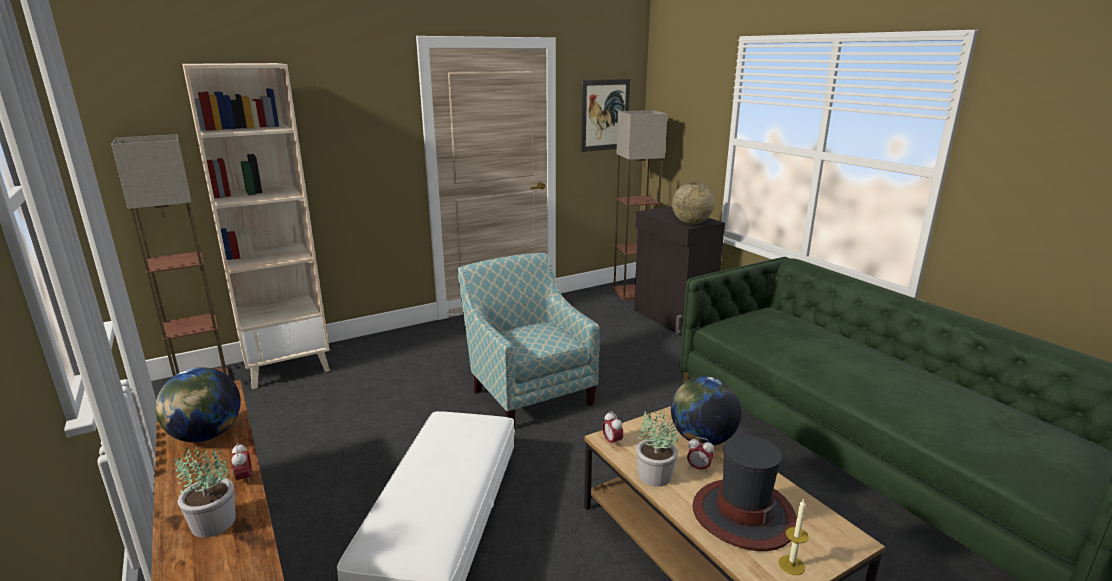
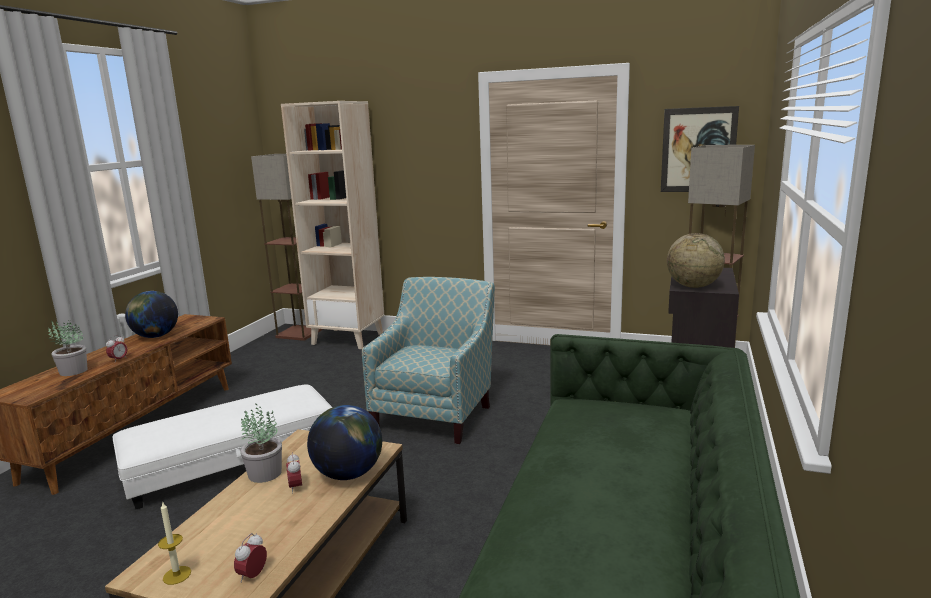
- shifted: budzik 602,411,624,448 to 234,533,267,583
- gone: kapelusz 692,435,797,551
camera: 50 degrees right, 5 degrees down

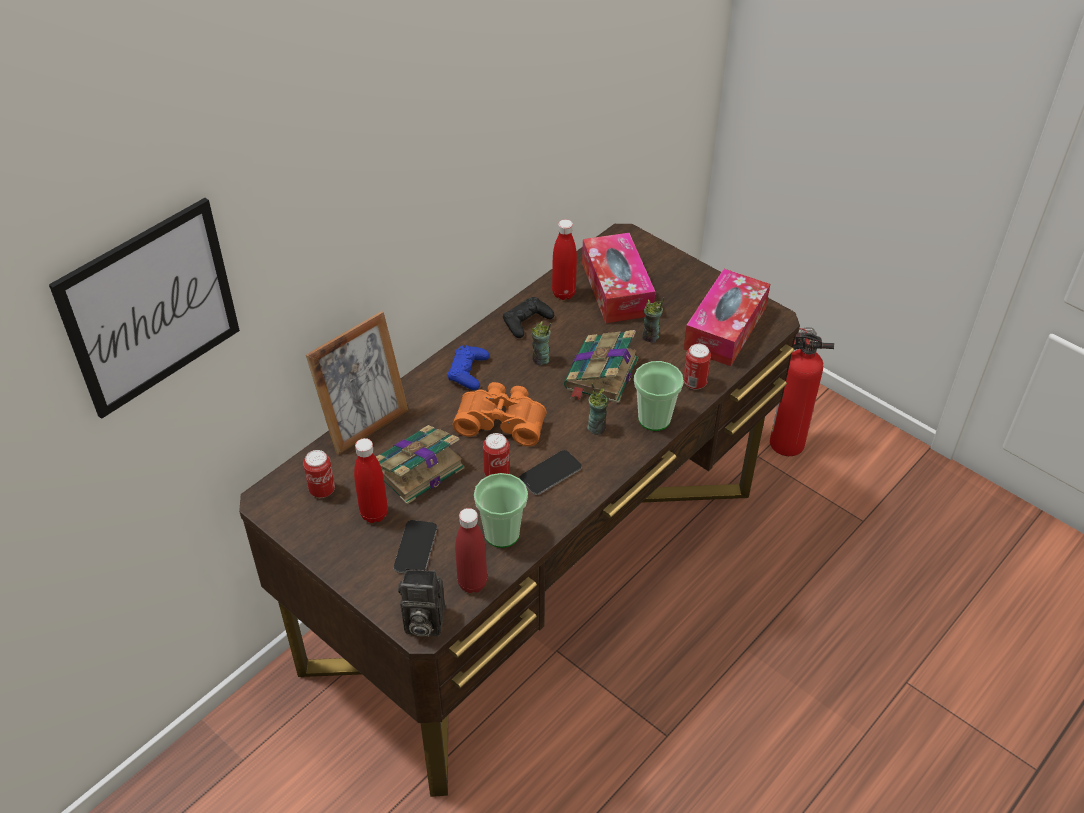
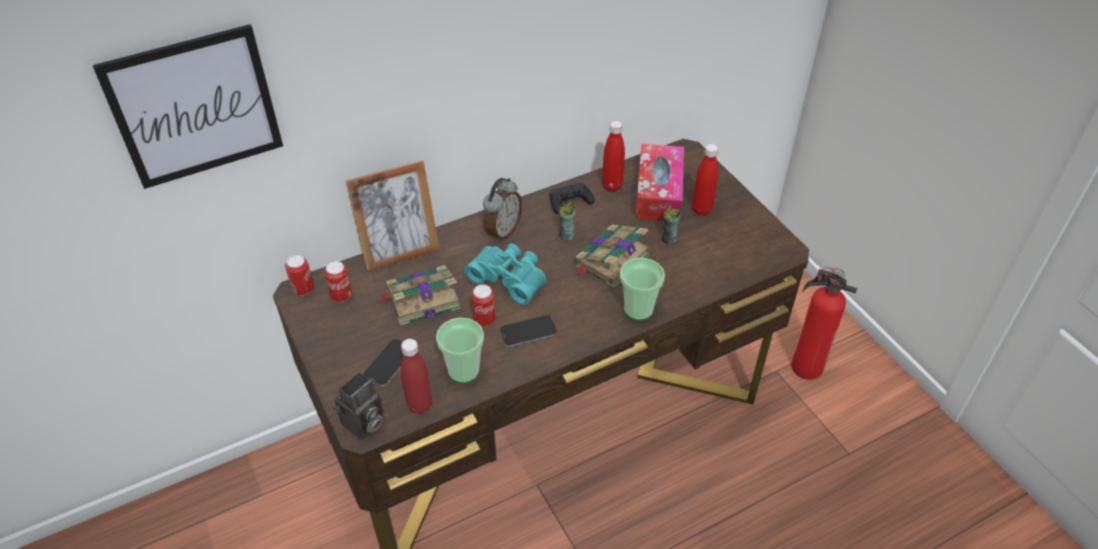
- shifted: butelka [czerwony] 354,438,388,523 to 692,144,719,215
- rotated: aparat fotograficzny 398,569,445,637 = 333,372,384,440 75 degrees counterclockwise
- swapped: pad do gier [niebieski] 447,345,490,390 to budzik 483,178,522,242
- repainted: lornetka [pomarańczowy] 453,382,546,446 to lornetka [turkusowy] 465,244,546,305
- gone: filiżanka 587,383,608,435
- gone: pudełko chusteczek 683,269,770,366
- shifted: puszka 683,344,711,390 to 285,254,314,296
camera: 20 degrees right, 0 degrees up

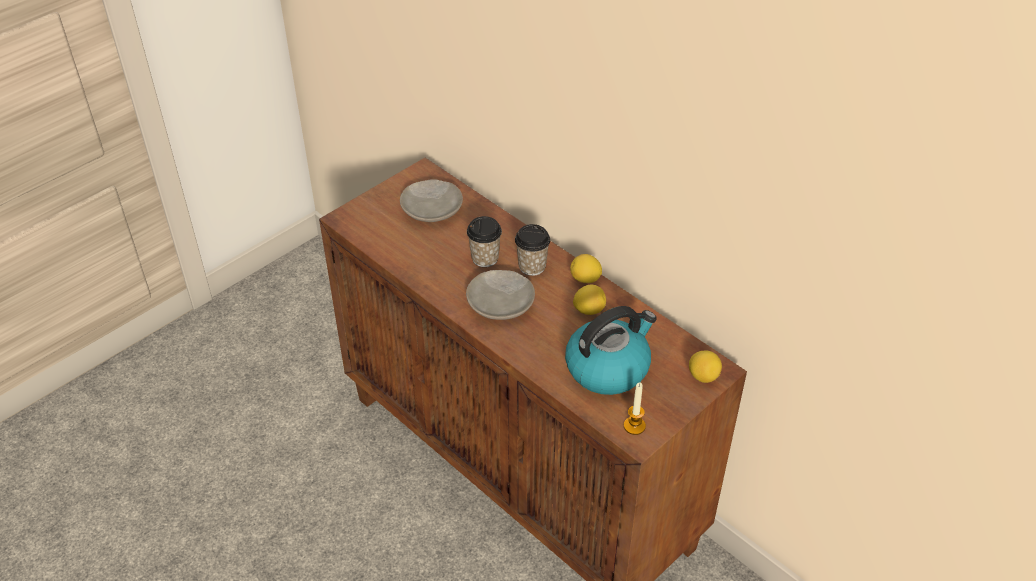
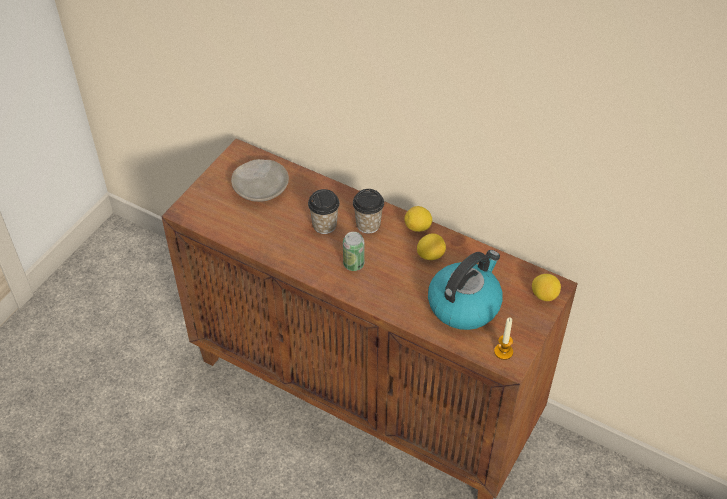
- swapped: talerz [beżowy] 466,270,535,320 to puszka 343,232,364,271
camera: 15 degrees left, 5 degrees up

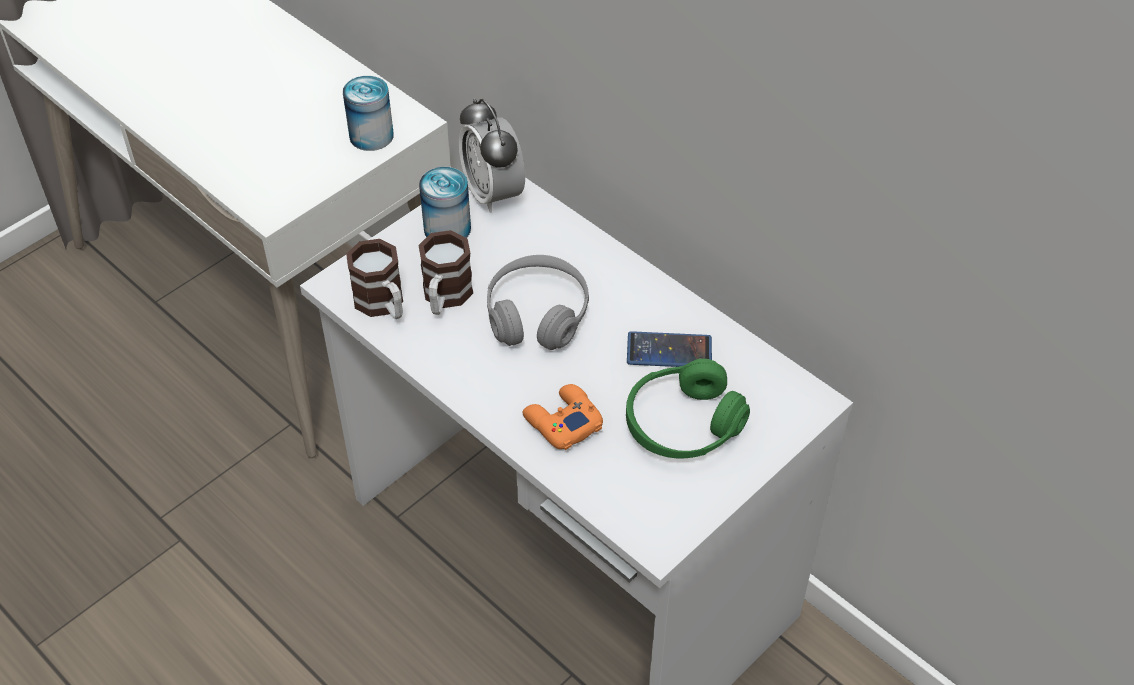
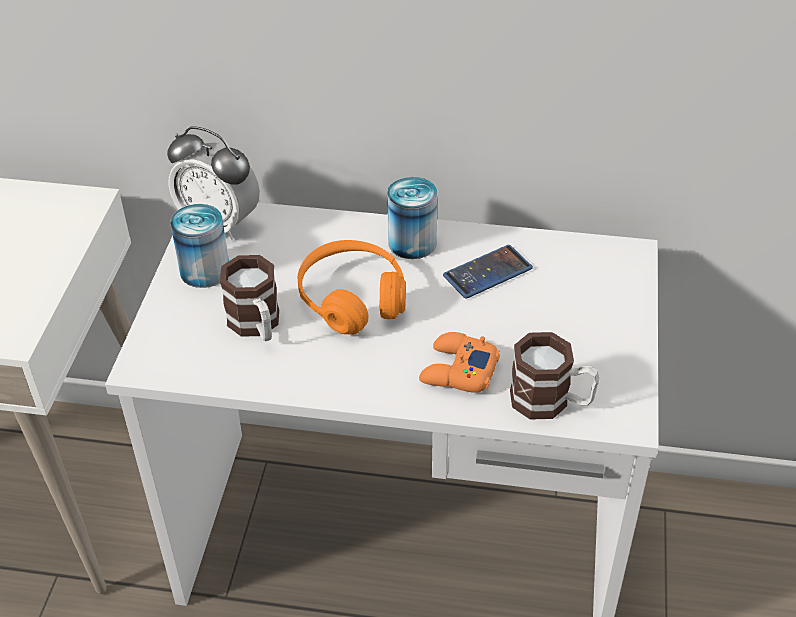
- shifted: puszka 343,76,394,151 to 387,177,438,259
- shifted: kubek 346,239,403,319 to 510,332,600,420
- repainted: słuchawki [szary] 487,255,589,350 to słuchawki [pomarańczowy] 298,240,406,335
- gone: słuchawki [zielony] 626,359,750,458
camera: 35 degrees left, 5 degrees down

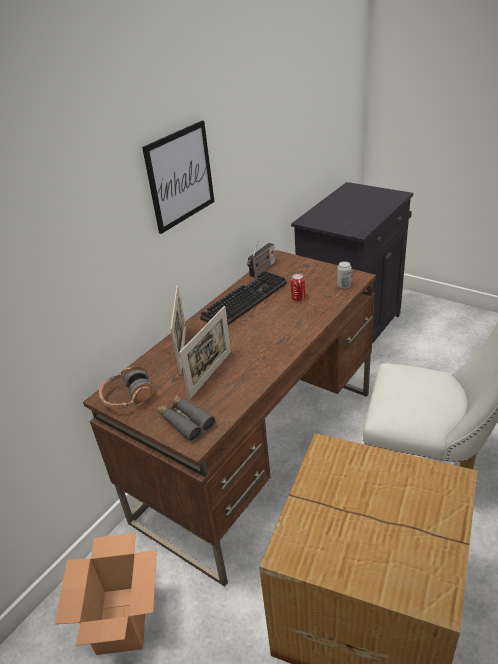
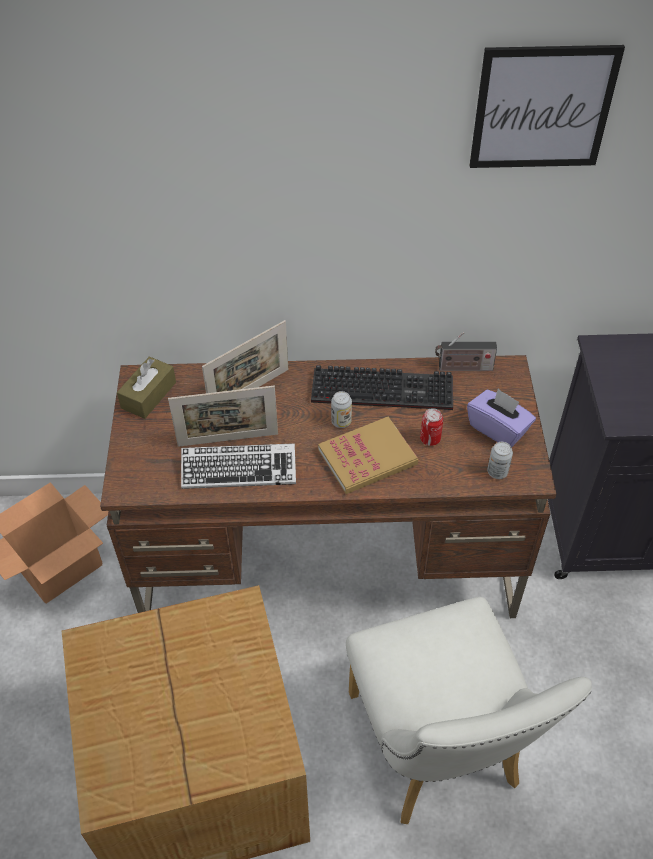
- swapped: słuchawki 99,367,155,409 to pudełko chusteczek [brązowy] 117,356,176,419
- shifted: obraz 142,121,215,234 to 470,45,625,168
- gone: lornetka [szary] 157,395,215,442
- new: klawiatura 181,443,296,489
- new: książka 318,417,418,494
- new: puszka 331,391,352,428
- new: pudełko chusteczek [fioletowy] 467,388,536,448
camera: 50 degrees right, 15 degrees up

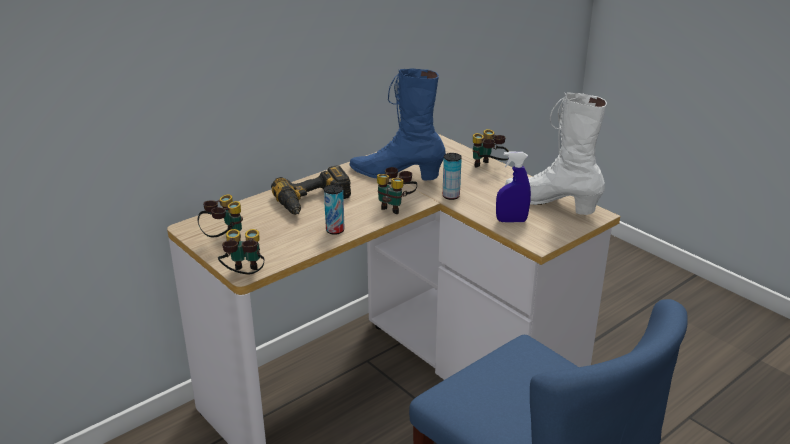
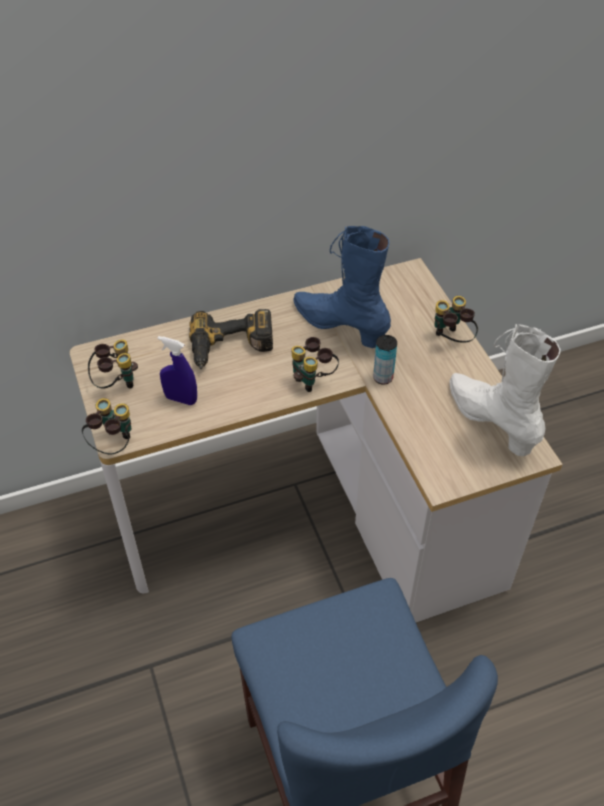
- gone: puszka 324,184,345,235
- shifted: spryskiwacz [niebieski] 496,151,531,222 to 158,336,197,405
camera: 20 degrees right, 20 degrees up

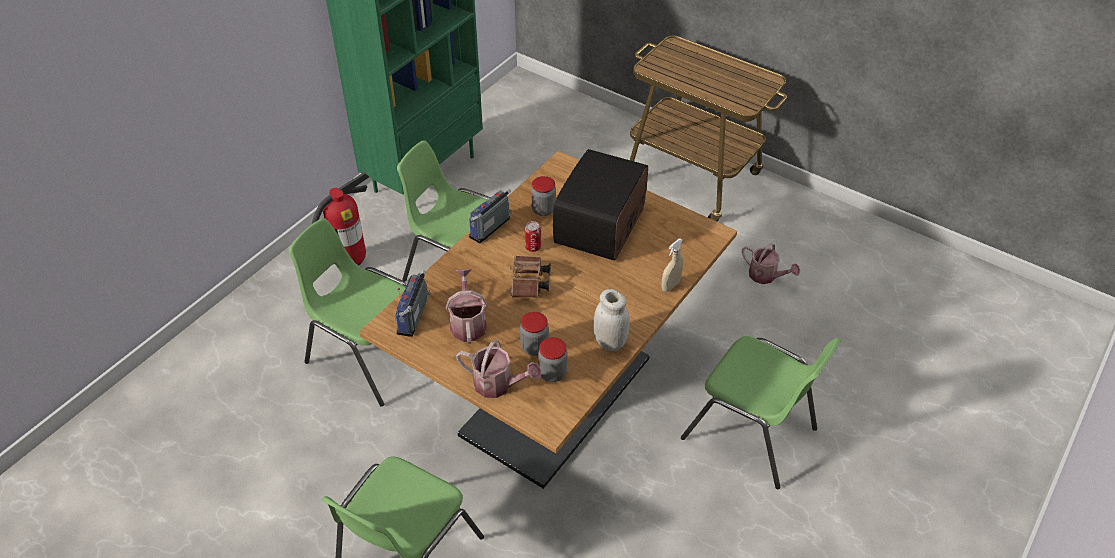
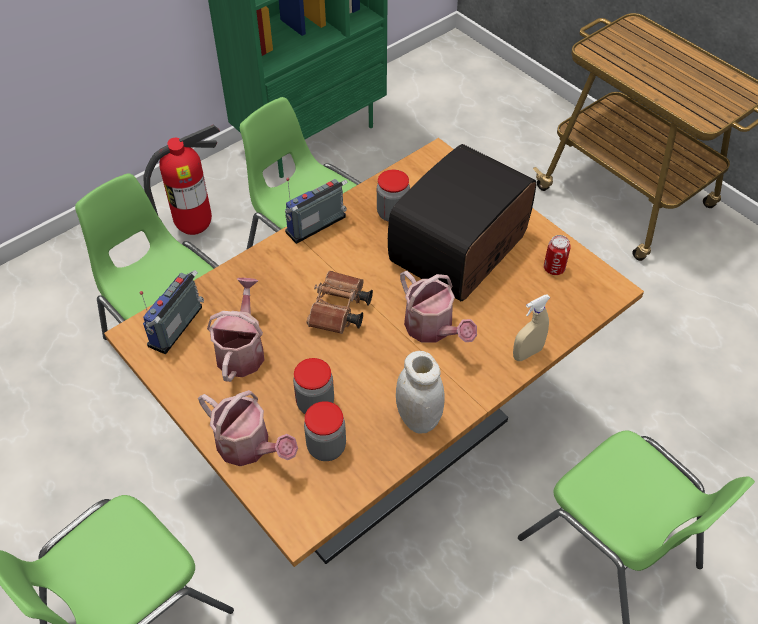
- shifted: puszka 525,221,541,252 to 544,235,571,275
- shifted: konewka 742,243,800,284 to 400,271,477,343
camera: 15 degrees right, 5 degrees up

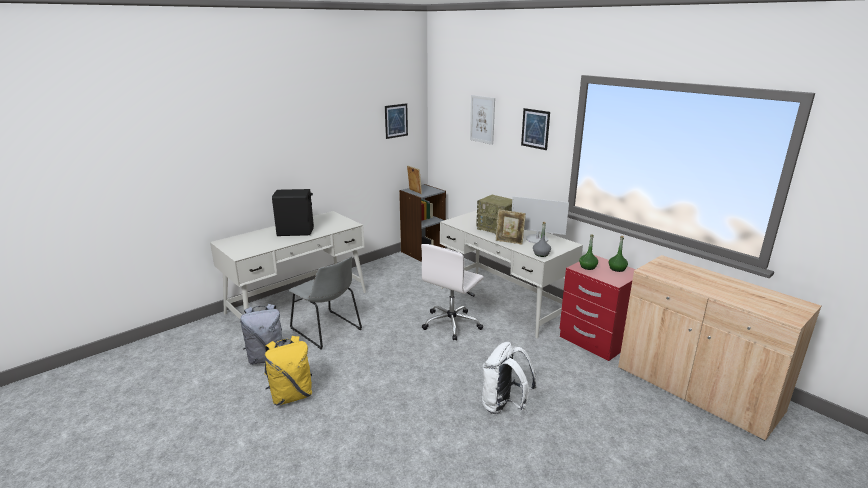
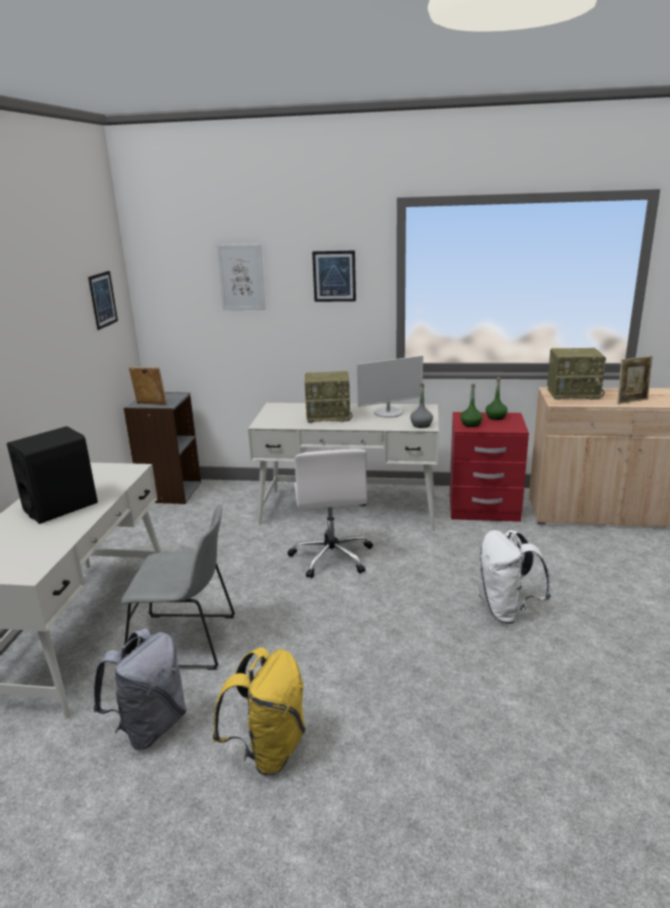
- shifted: ramka na zdjęcie 496,210,526,244 to 617,356,653,404
- new: radio 547,348,606,400
camera: 40 degrees left, 0 degrees up

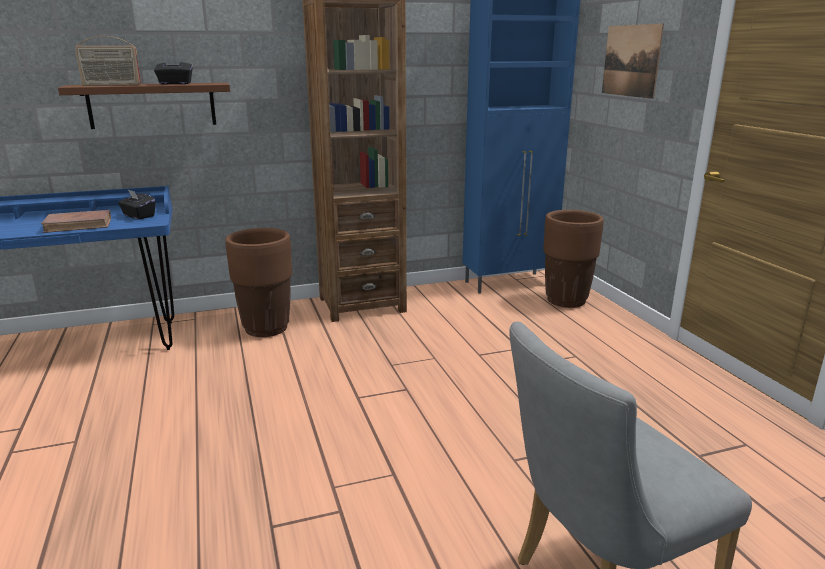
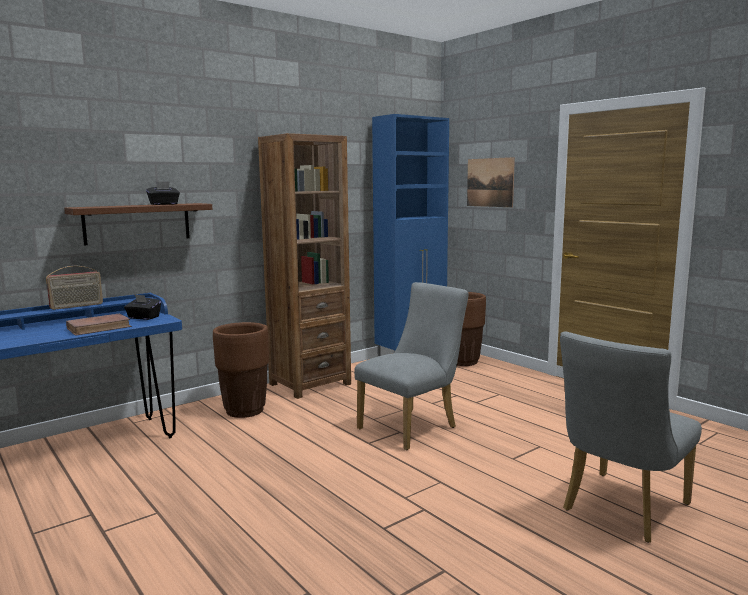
- shifted: radio 75,36,141,86 to 46,266,103,310
- new: krzesło [szary] 354,282,469,450
camera: 20 degrees left, 10 degrees down

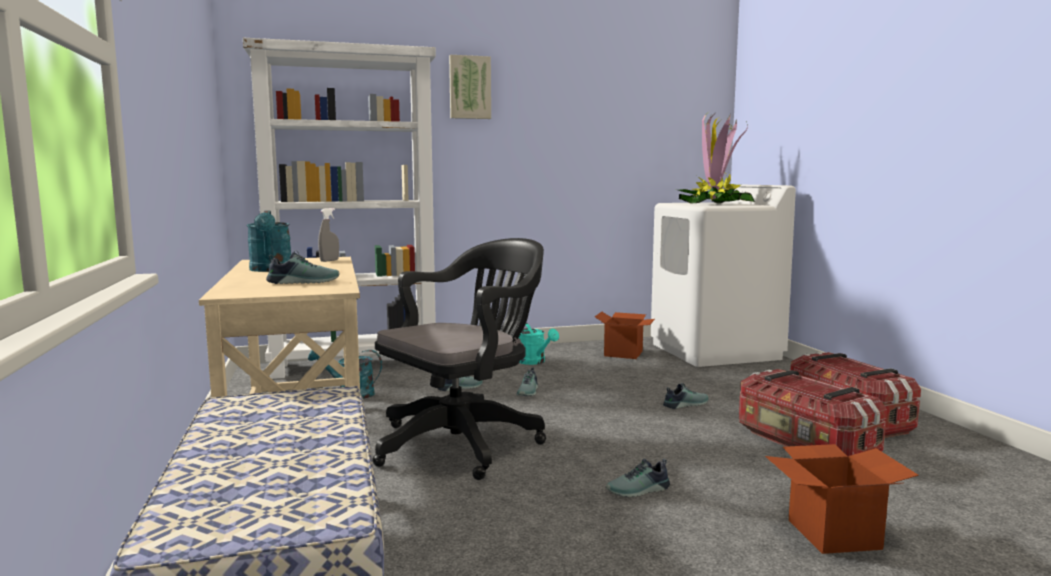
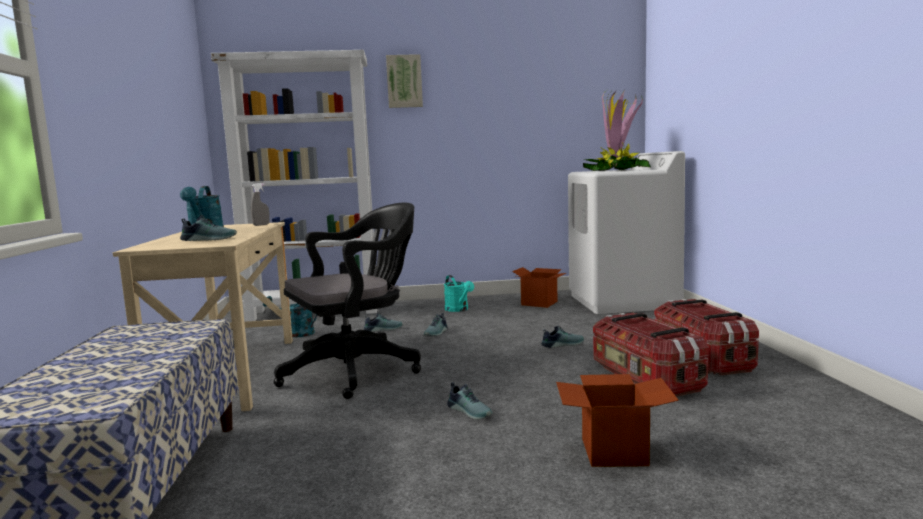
- rotated: but 606,459,670,497 = 447,382,493,420 120 degrees counterclockwise
camera: 10 degrees right, 0 degrees up

